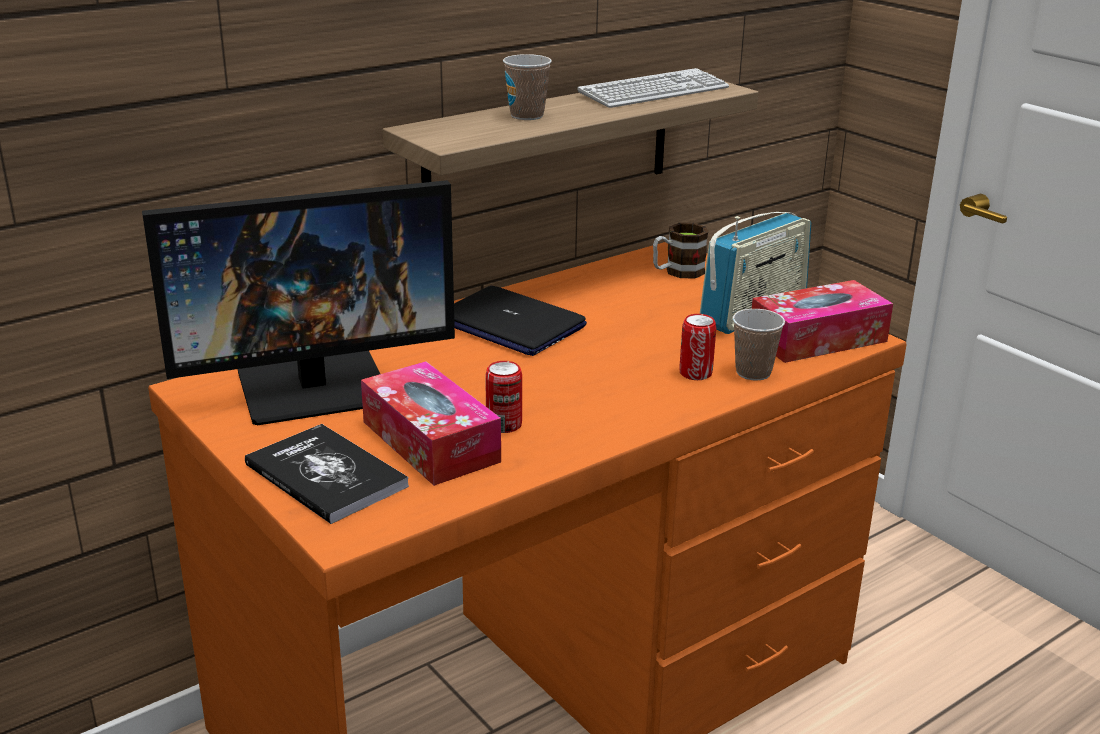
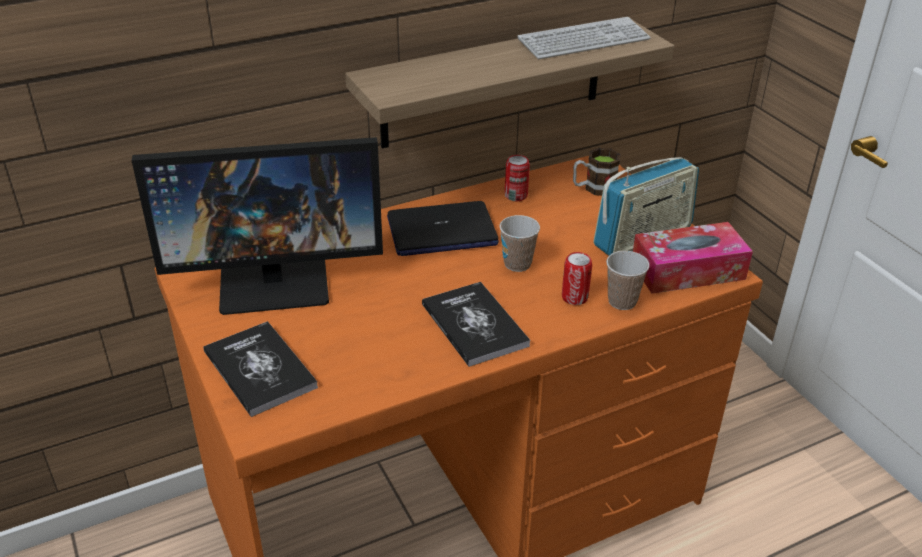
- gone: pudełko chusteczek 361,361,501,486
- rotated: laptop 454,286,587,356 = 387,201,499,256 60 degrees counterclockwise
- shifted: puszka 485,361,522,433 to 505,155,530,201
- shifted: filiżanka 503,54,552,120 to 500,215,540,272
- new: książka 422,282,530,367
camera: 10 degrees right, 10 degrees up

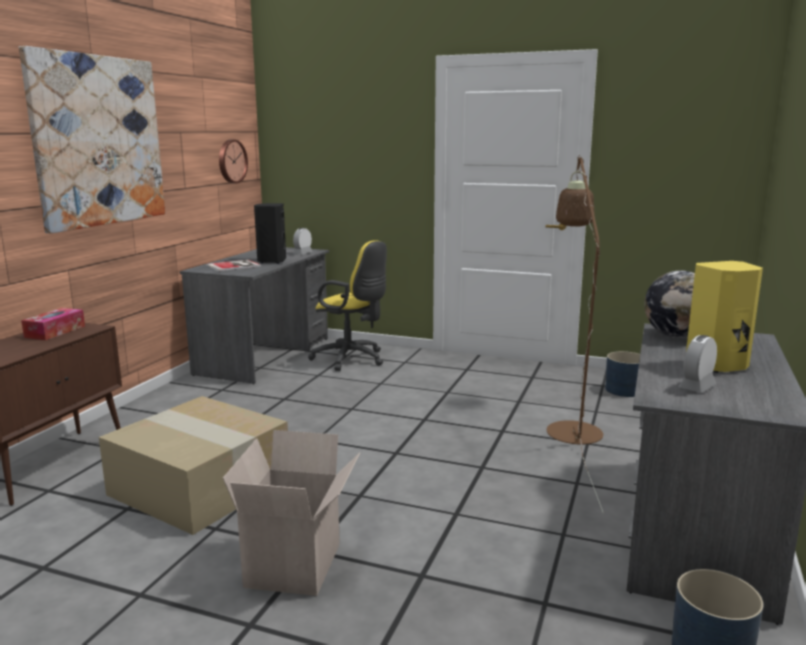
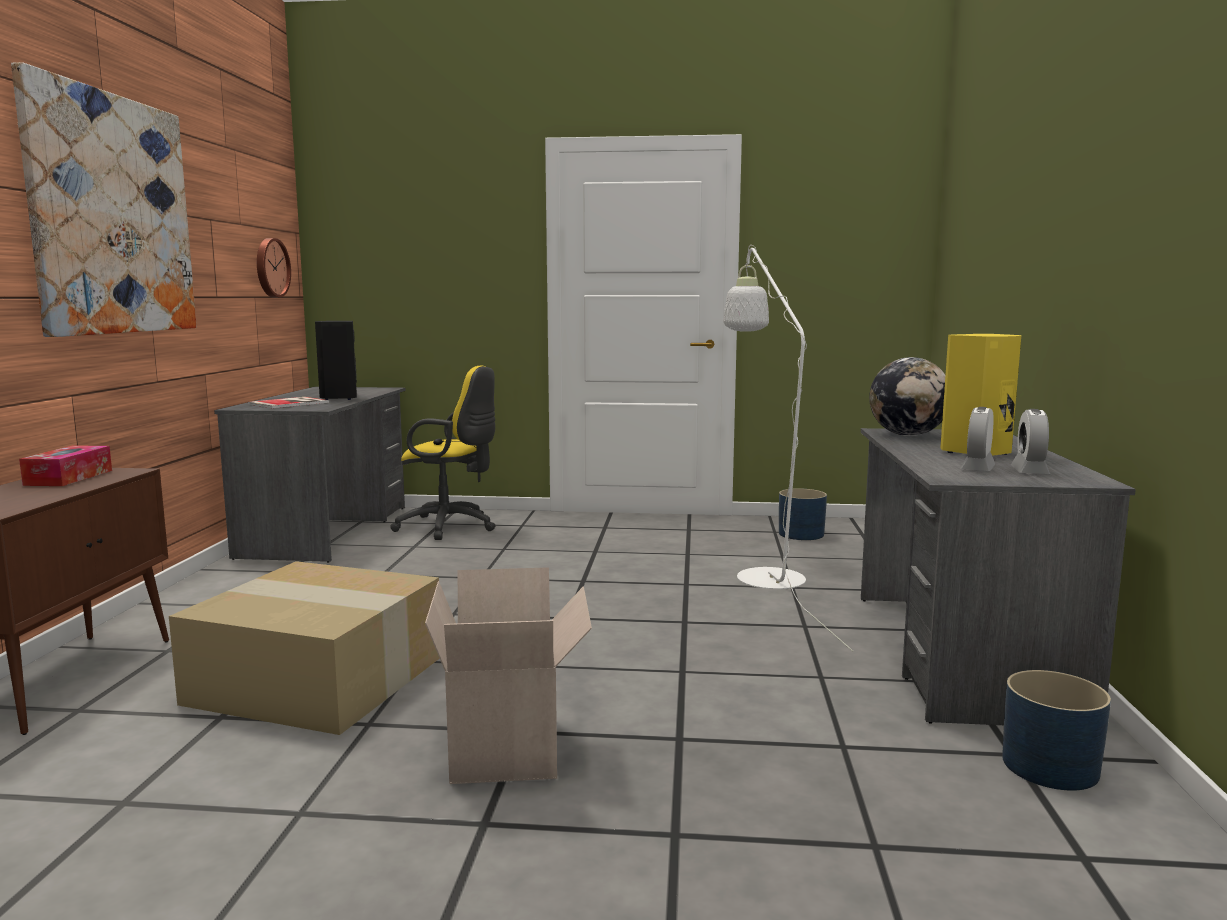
- shifted: budzik 293,228,313,254 to 1011,409,1050,474
- repainted: lampa stojąca [brązowy] 547,155,604,513 to lampa stojąca [biały] 724,245,853,652
camera: 15 degrees left, 5 degrees down

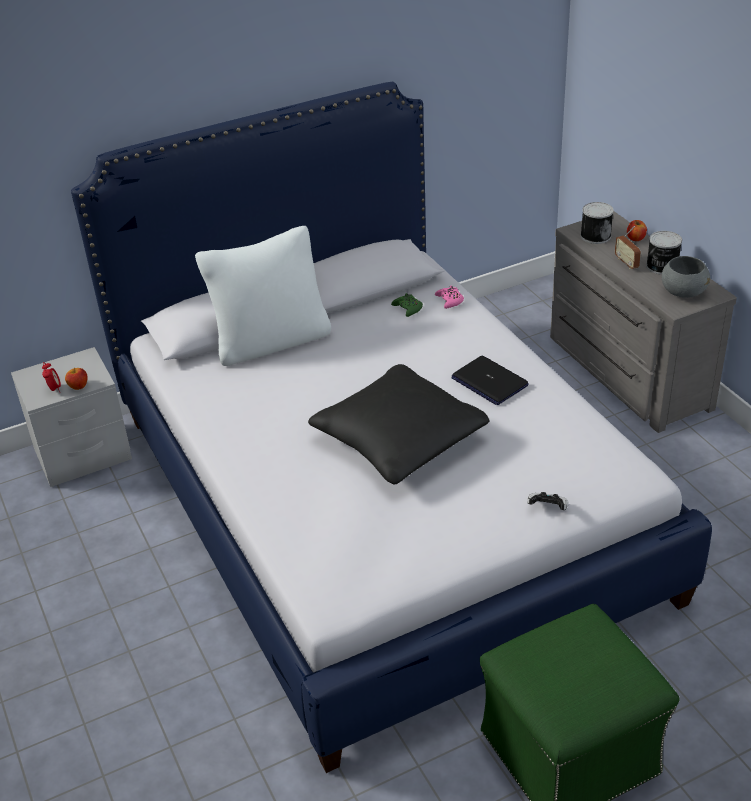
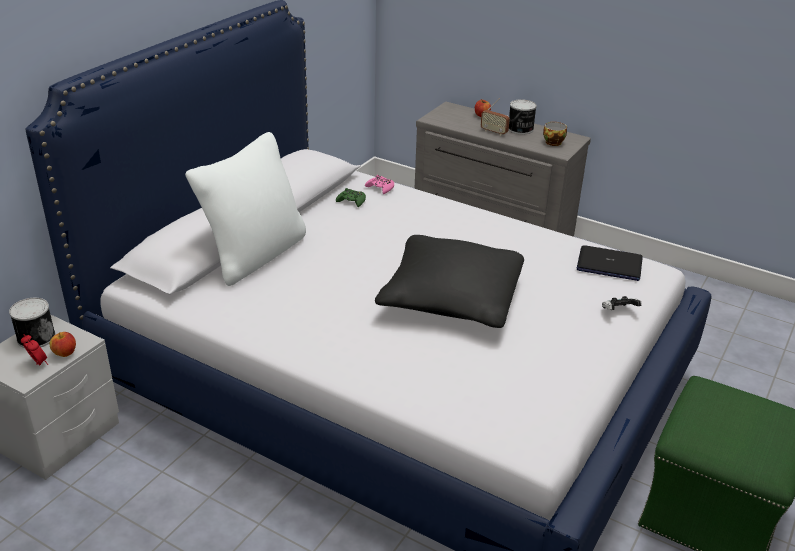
- shifted: laptop 451,356,529,405 to 577,245,643,281
- shifted: puszka 581,202,614,244 to 9,298,56,348
- swapped: miska [szary] 662,256,710,298 to filiżanka 543,122,567,146
camera: 35 degrees left, 5 degrees down

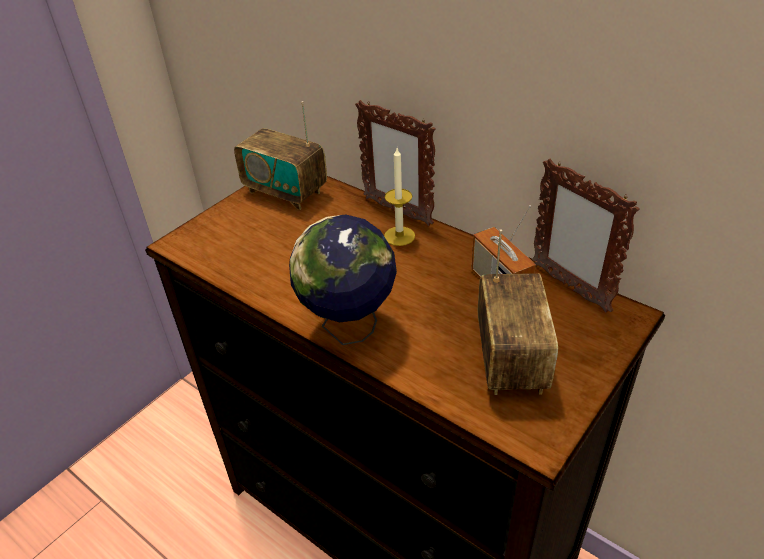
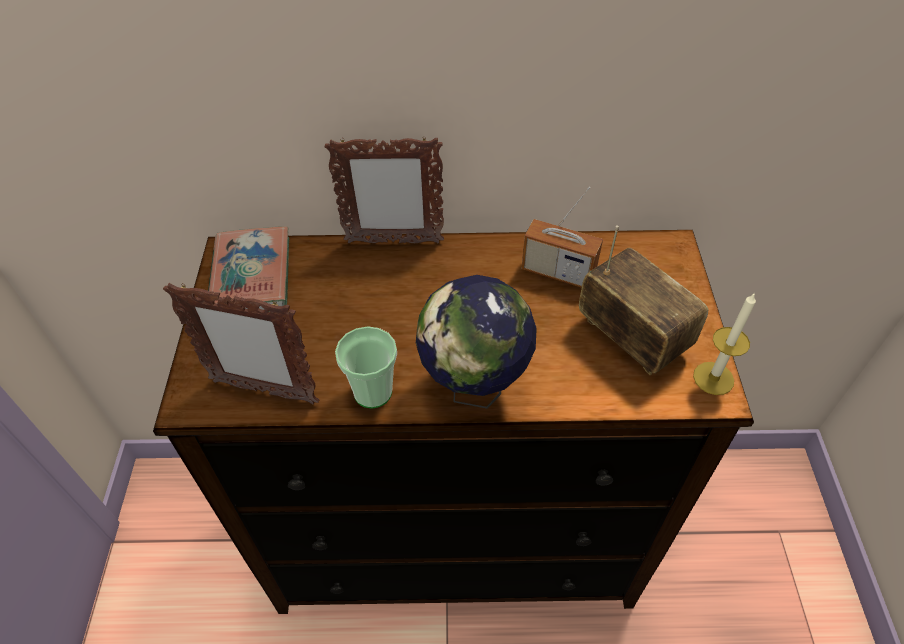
- swapped: radio 234,101,327,210 to książka 208,226,289,312
- shifted: świeca 384,148,415,246 to 693,292,756,395
- shifted: ramka na zdjęcie 532,158,640,313 to 163,283,319,404
- new: filiżanka 335,326,397,409
camera: 40 degrees left, 10 degrees up

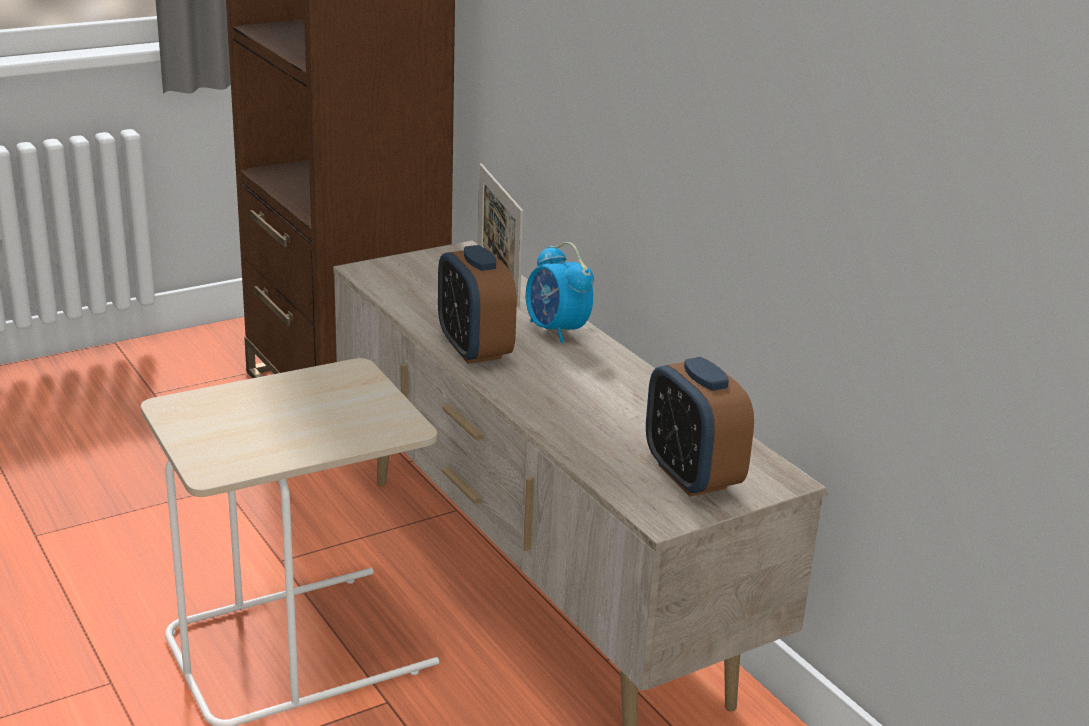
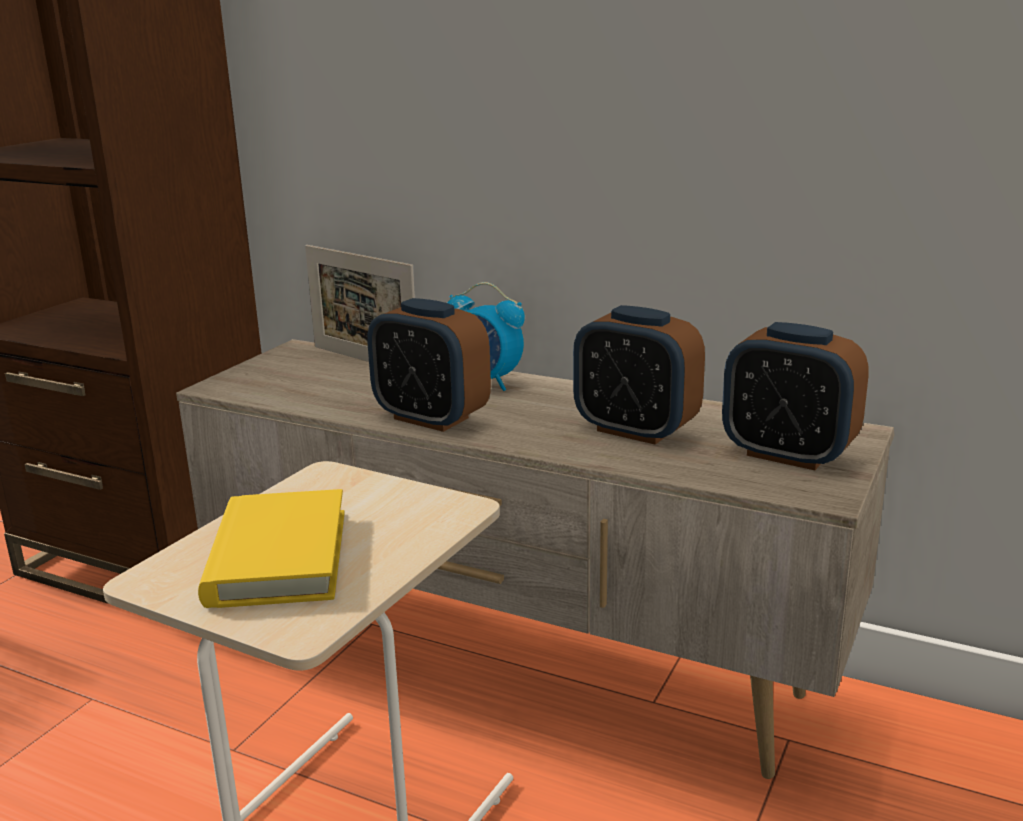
- new: książka [żółty] 198,489,345,608
- new: budzik 573,305,705,445
camera: 30 degrees left, 5 degrees down

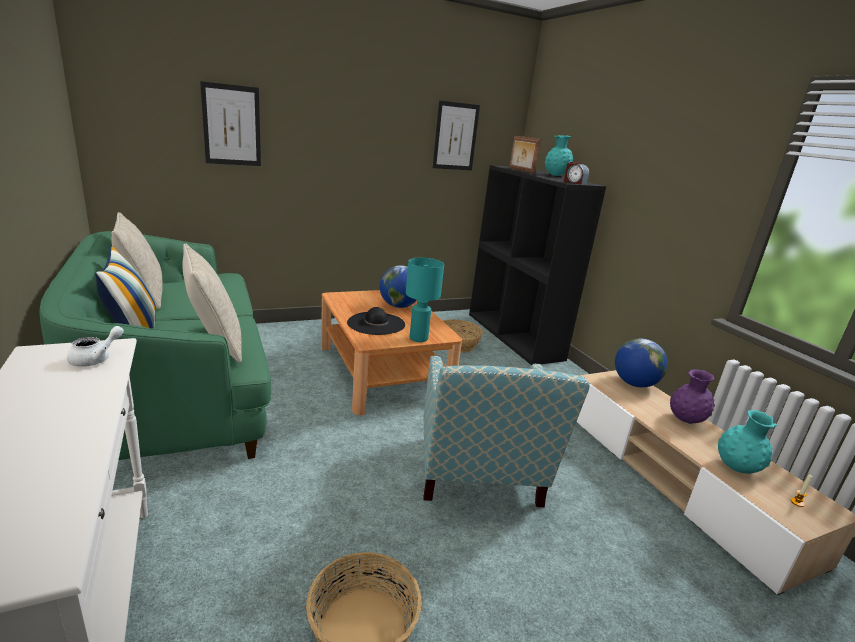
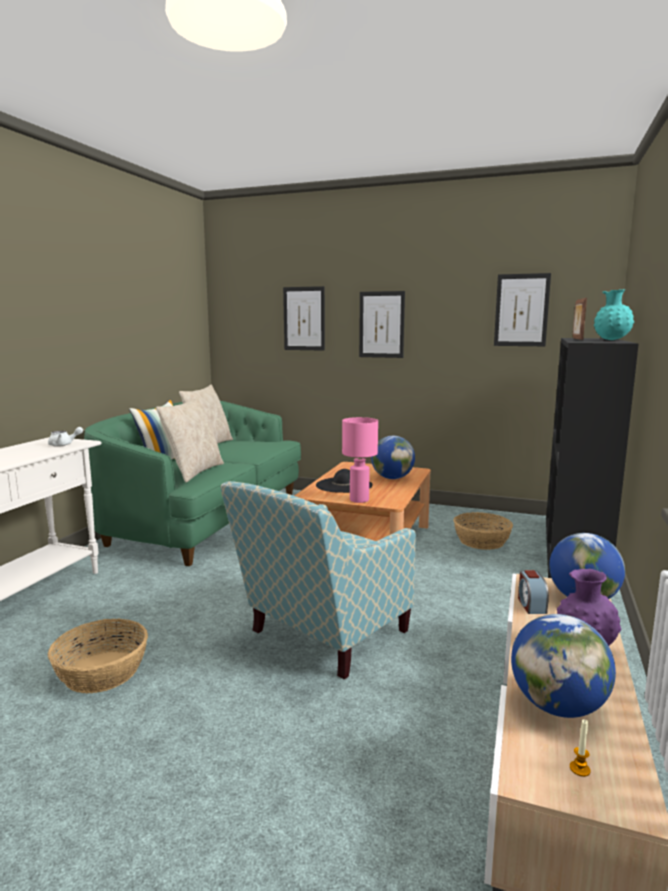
- repainted: lampa stołowa [turkusowy] 406,257,444,342 to lampa stołowa [różowy] 342,417,378,503
- shifted: budzik 564,162,589,185 to 518,570,549,614
- swapped: wazon [turkusowy] 718,410,777,474 to globus 511,614,616,718
- new: obraz 359,291,405,358
camera: 45 degrees right, 10 degrees down

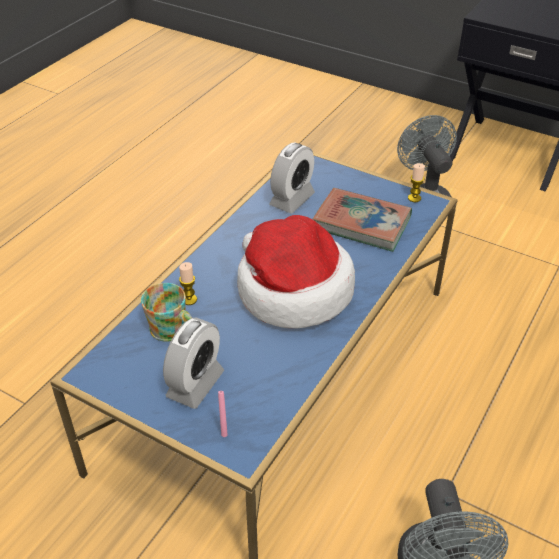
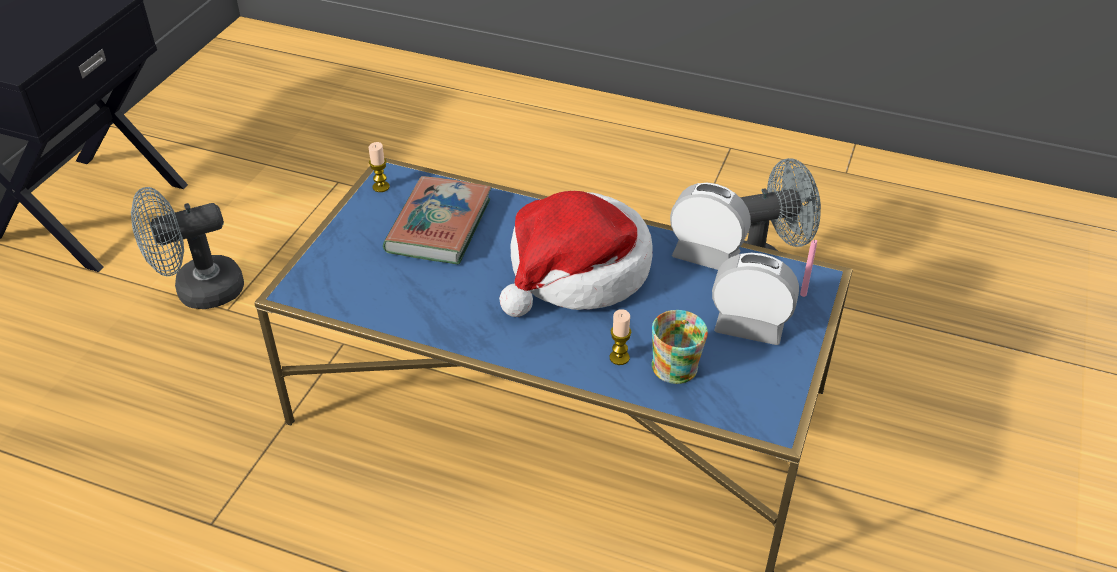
- shifted: budzik 269,142,315,214 to 670,183,751,270
camera: 100 degrees left, 0 degrees up

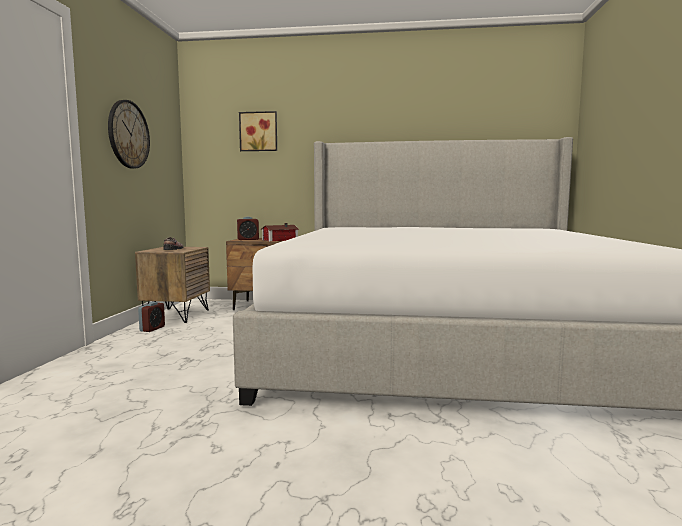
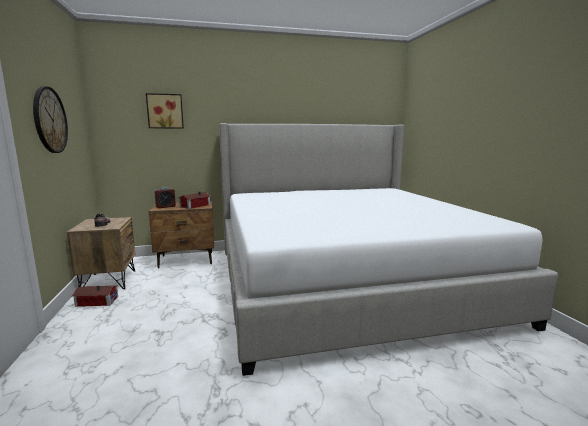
- swapped: budzik 138,302,165,332 to domek 72,285,119,307
camera: 20 degrees left, 5 degrees up

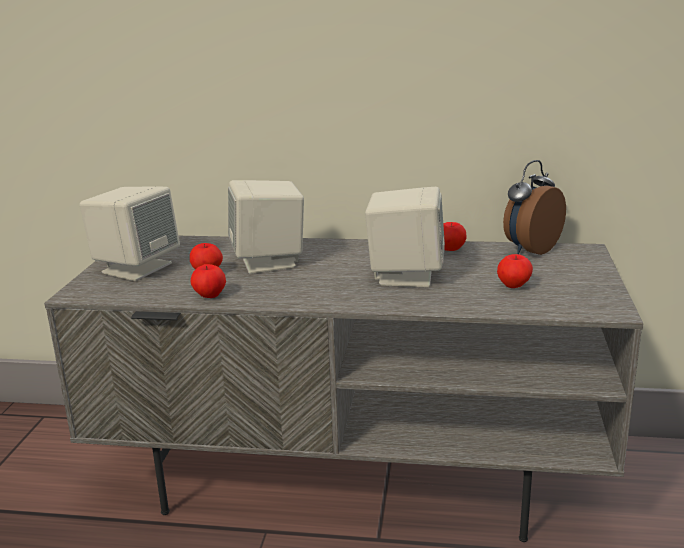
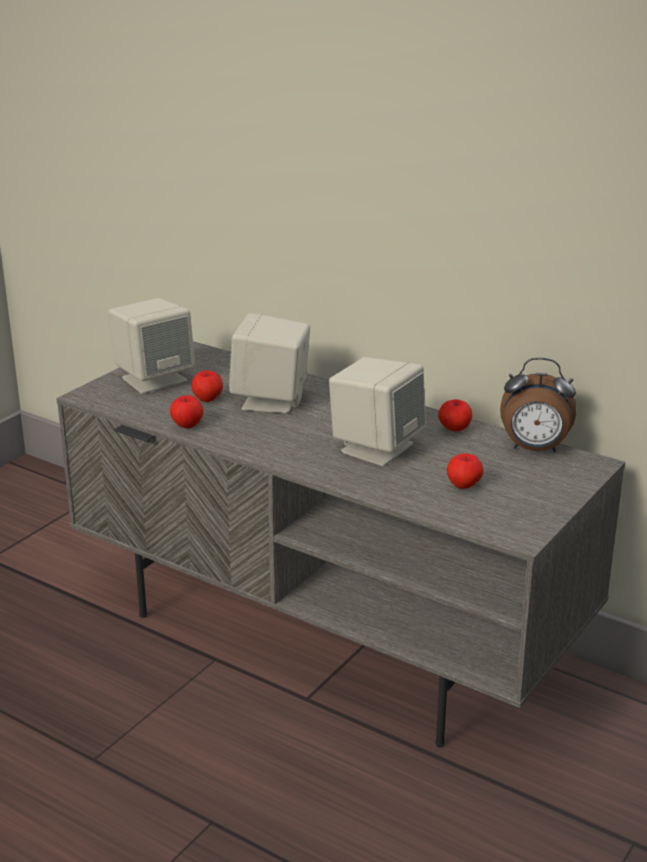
- rotated: budzik 503,160,566,255 = 500,358,576,453 150 degrees counterclockwise
camera: 25 degrees right, 5 degrees up

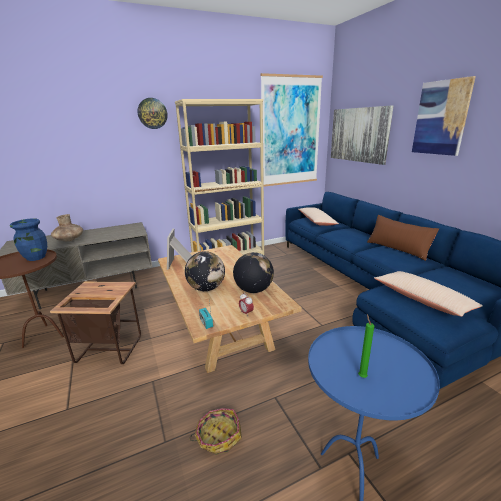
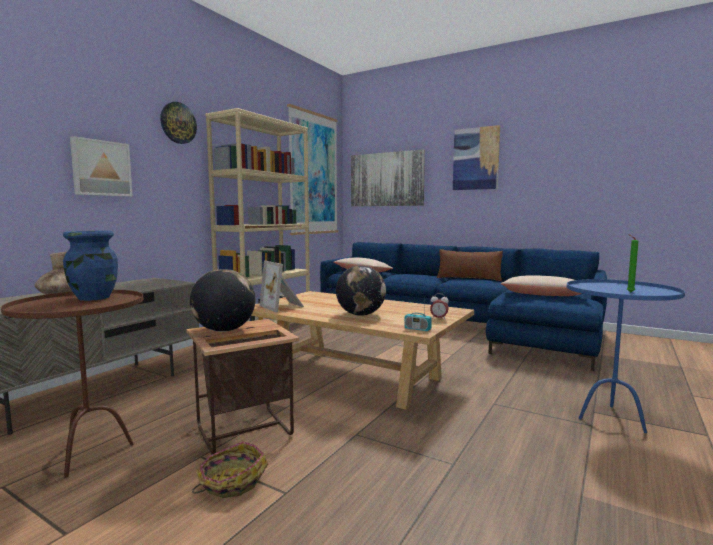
- shifted: koszyk 190,408,242,455 to 192,442,268,498
- shifted: globus 233,252,274,293 to 190,269,256,332
- new: obraz 70,136,133,197
camera: 35 degrees left, 15 degrees down

